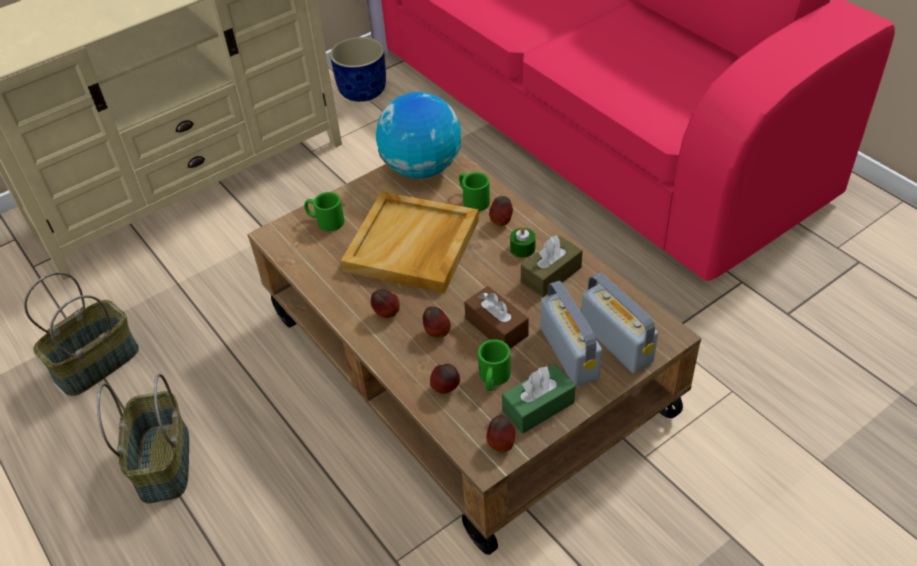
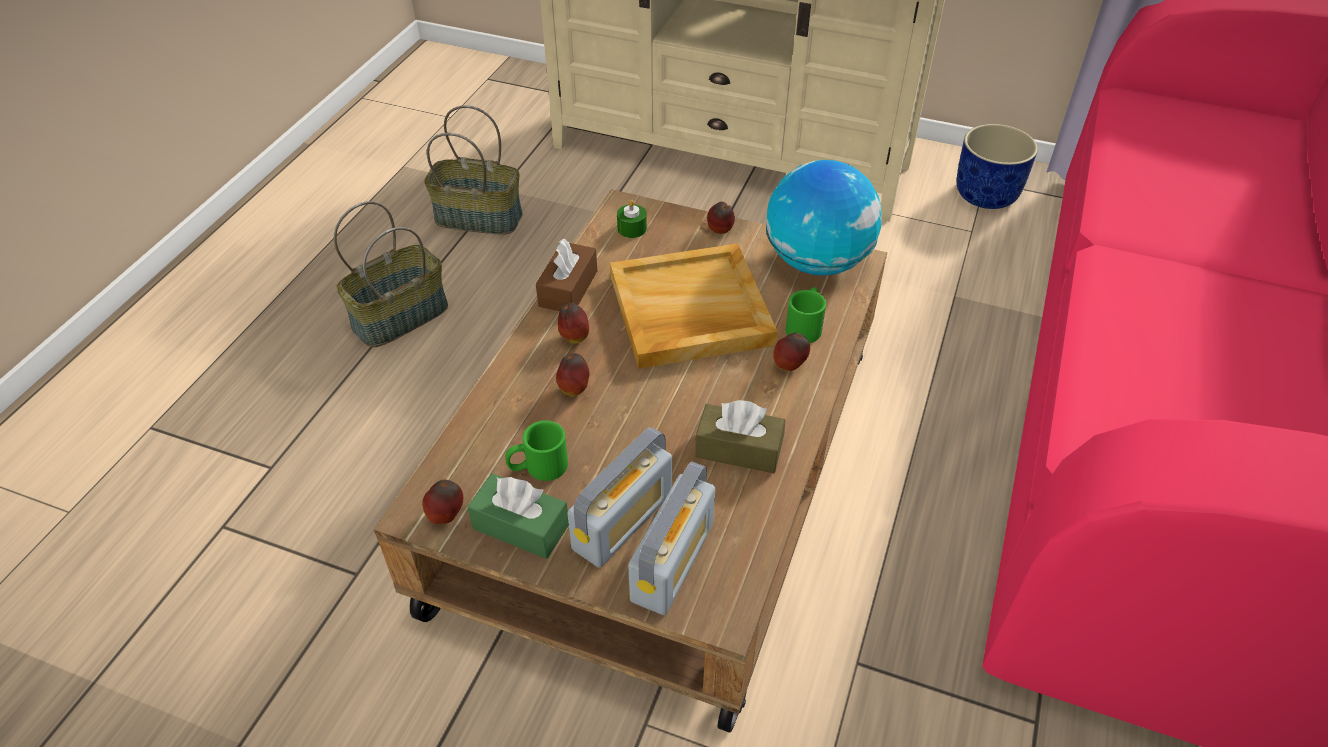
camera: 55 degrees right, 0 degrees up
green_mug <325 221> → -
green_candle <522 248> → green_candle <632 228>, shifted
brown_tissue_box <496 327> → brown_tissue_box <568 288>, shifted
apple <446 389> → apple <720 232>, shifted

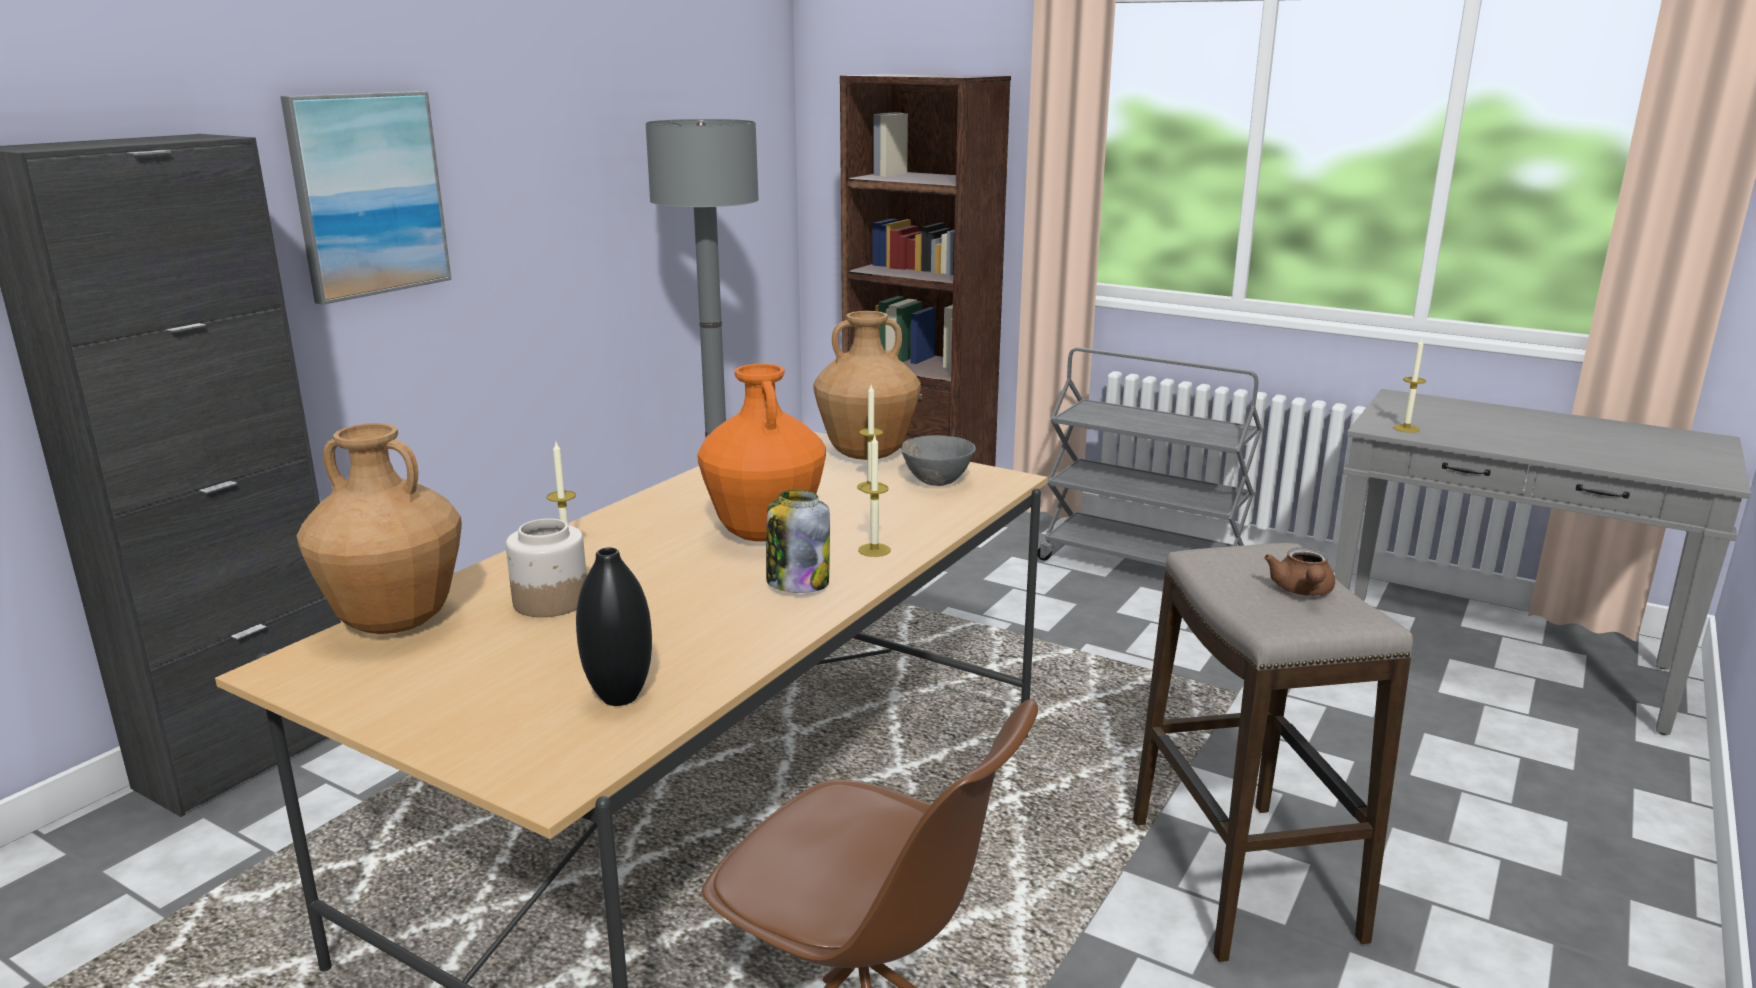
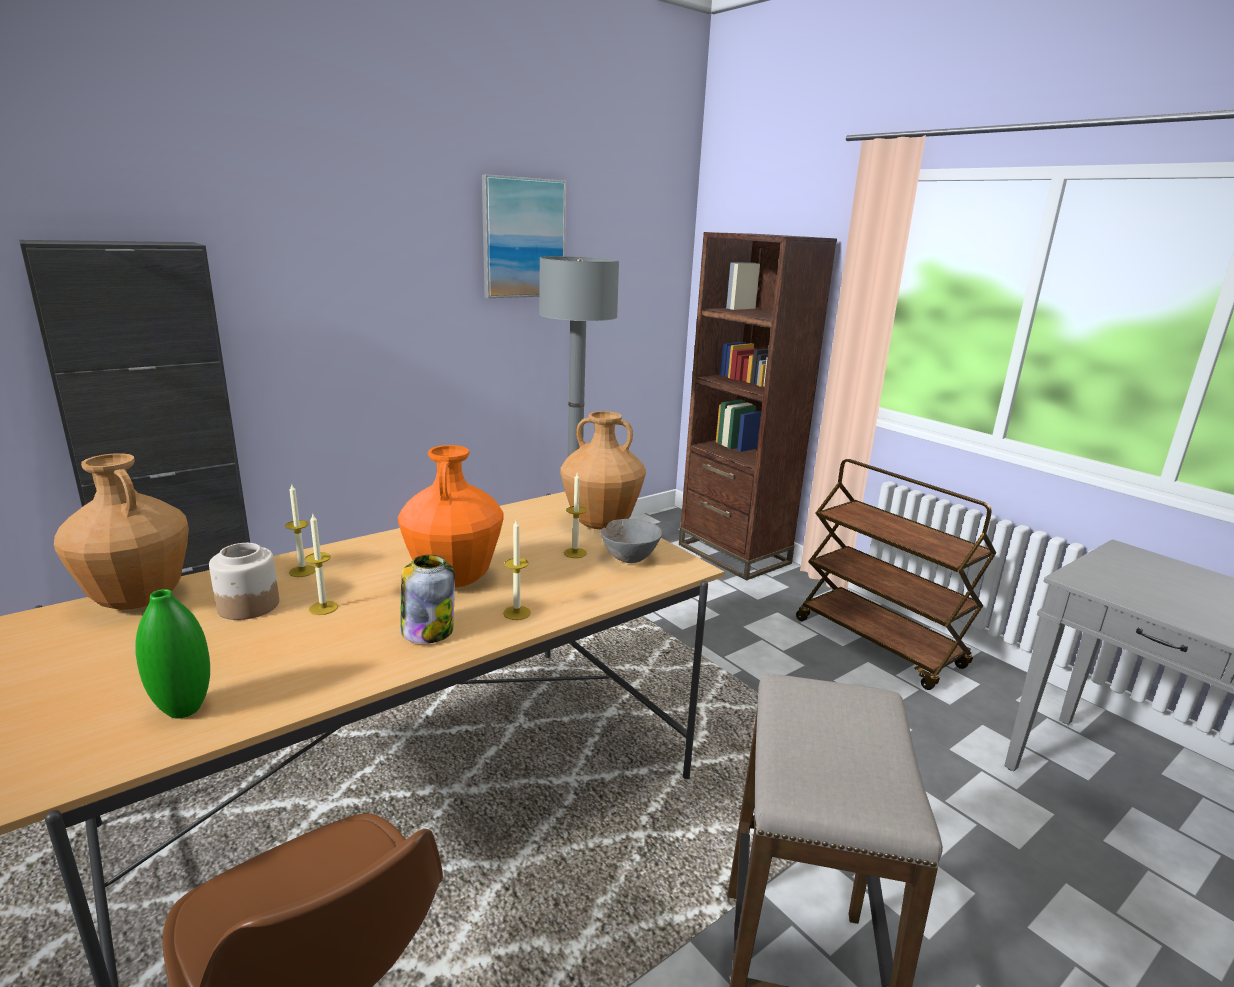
camera: 20 degrees right, 0 degrees up
picture <368 194> → picture <523 238>, shifted
candle <1406 428> → candle <323 608>, shifted
grey_cart <1142 566> → brown_cart <879 643>
black_vase <619 697> → green_vase <184 709>
brown_teapot <1302 591> → -

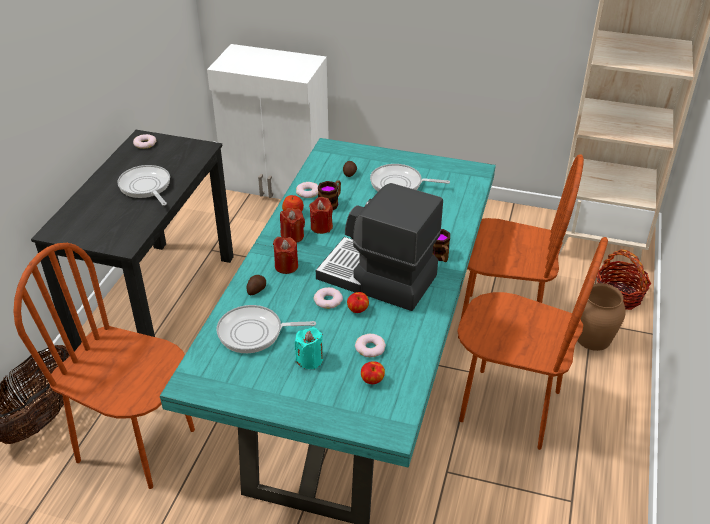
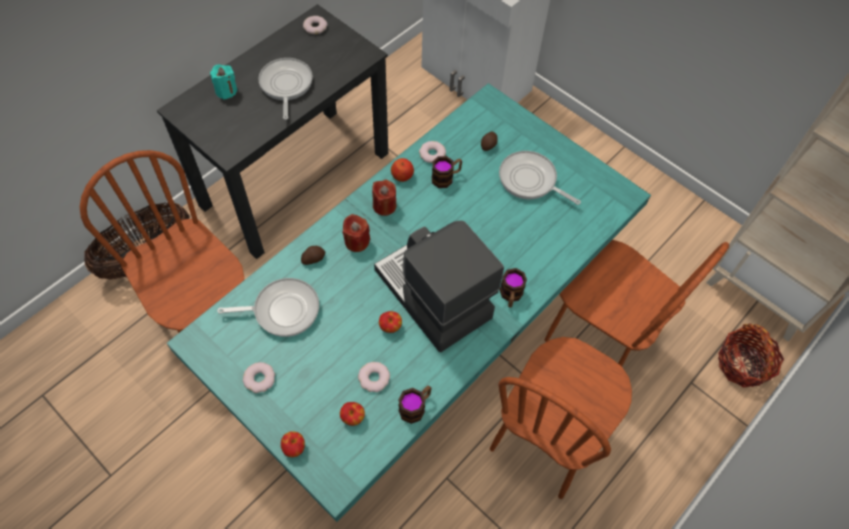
camera: 25 degrees right, 20 degrees up
red_candle <321 227> → -
brown_chair <510 407> → brown_chair <546 439>, 75 degrees clockwise
brown_vase <593 338> → -
donut <328 300> → donut <260 379>, shifted
frying_pan <254 333> → frying_pan <282 310>, 150 degrees clockwise
turquoise_candle <310 359> → turquoise_candle <226 91>, shifted
- → mug <416 407>
- → apple <294 447>

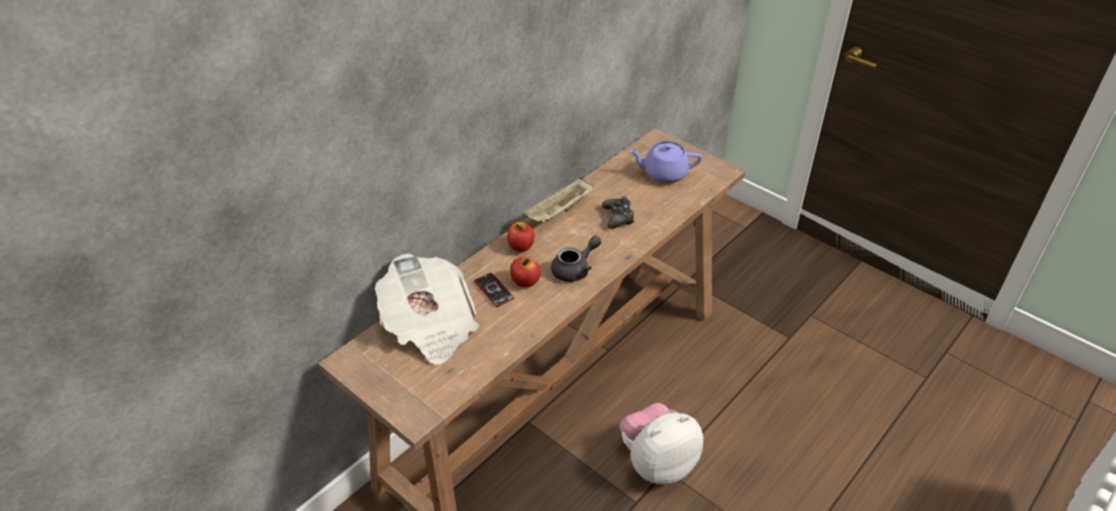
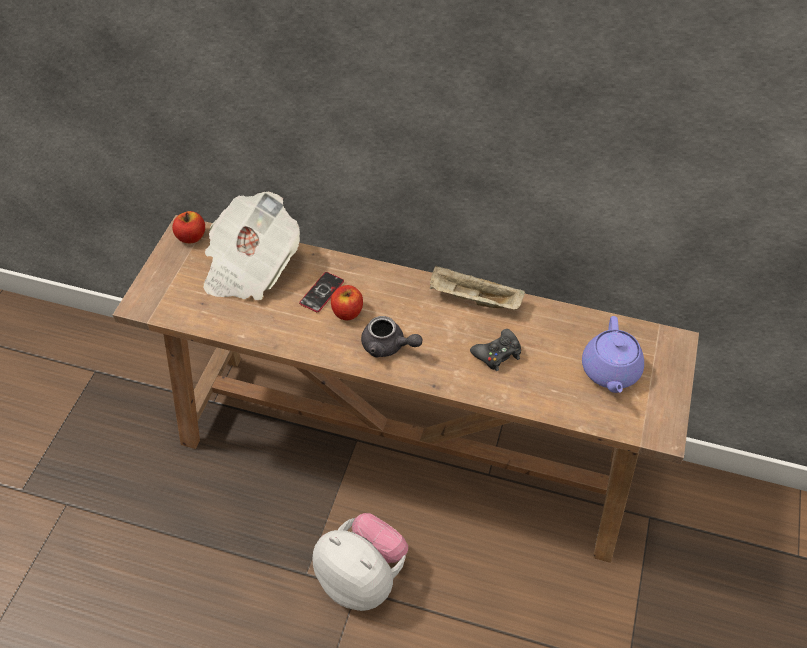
camera: 65 degrees right, 10 degrees up
purple_teapot <664 173> → purple_teapot <610 371>, 150 degrees counterclockwise
apple <521 246> → apple <191 237>, shifted

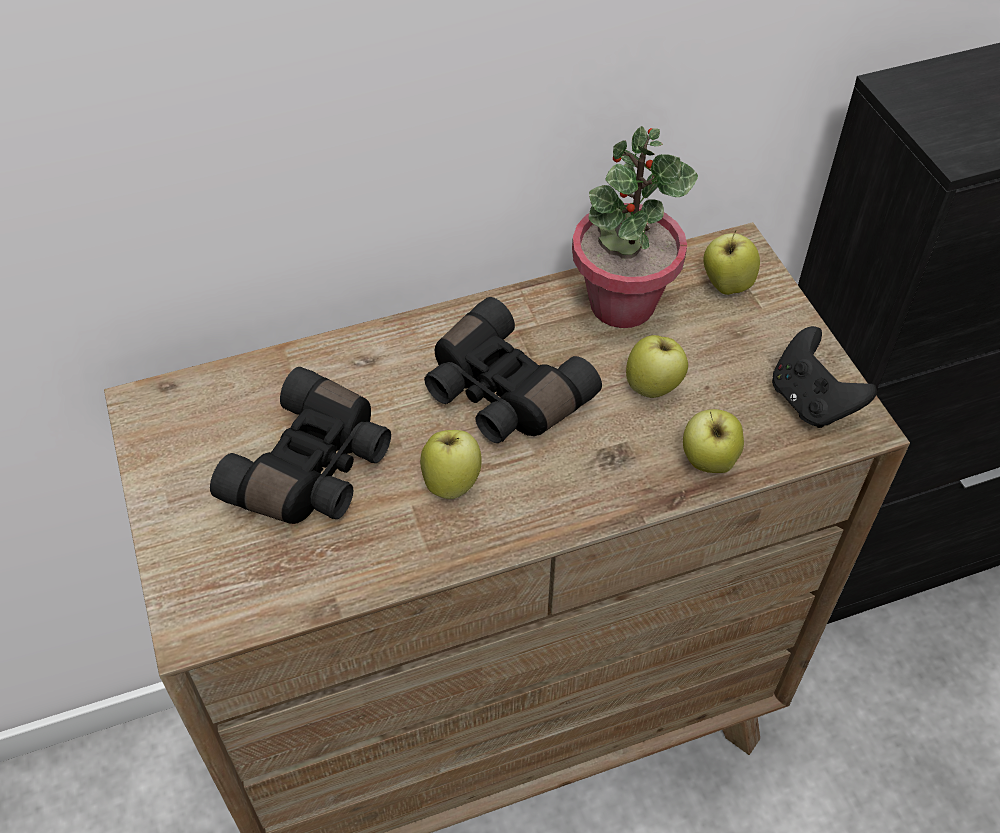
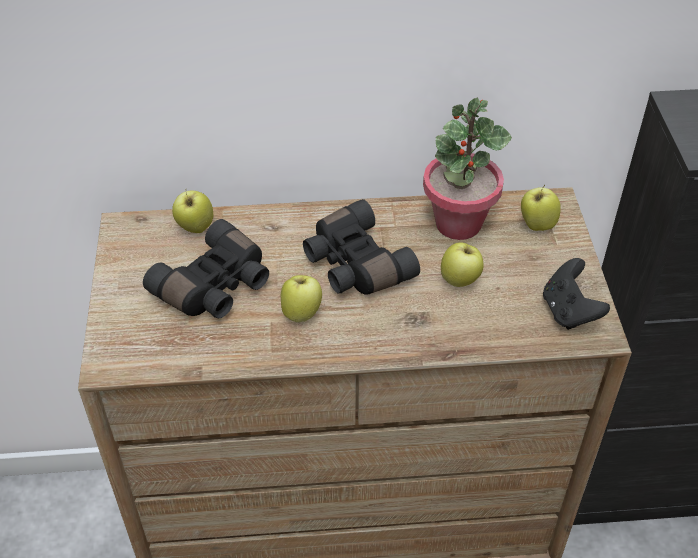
camera: 15 degrees right, 5 degrees down
apple <708 462> → apple <195 227>, shifted

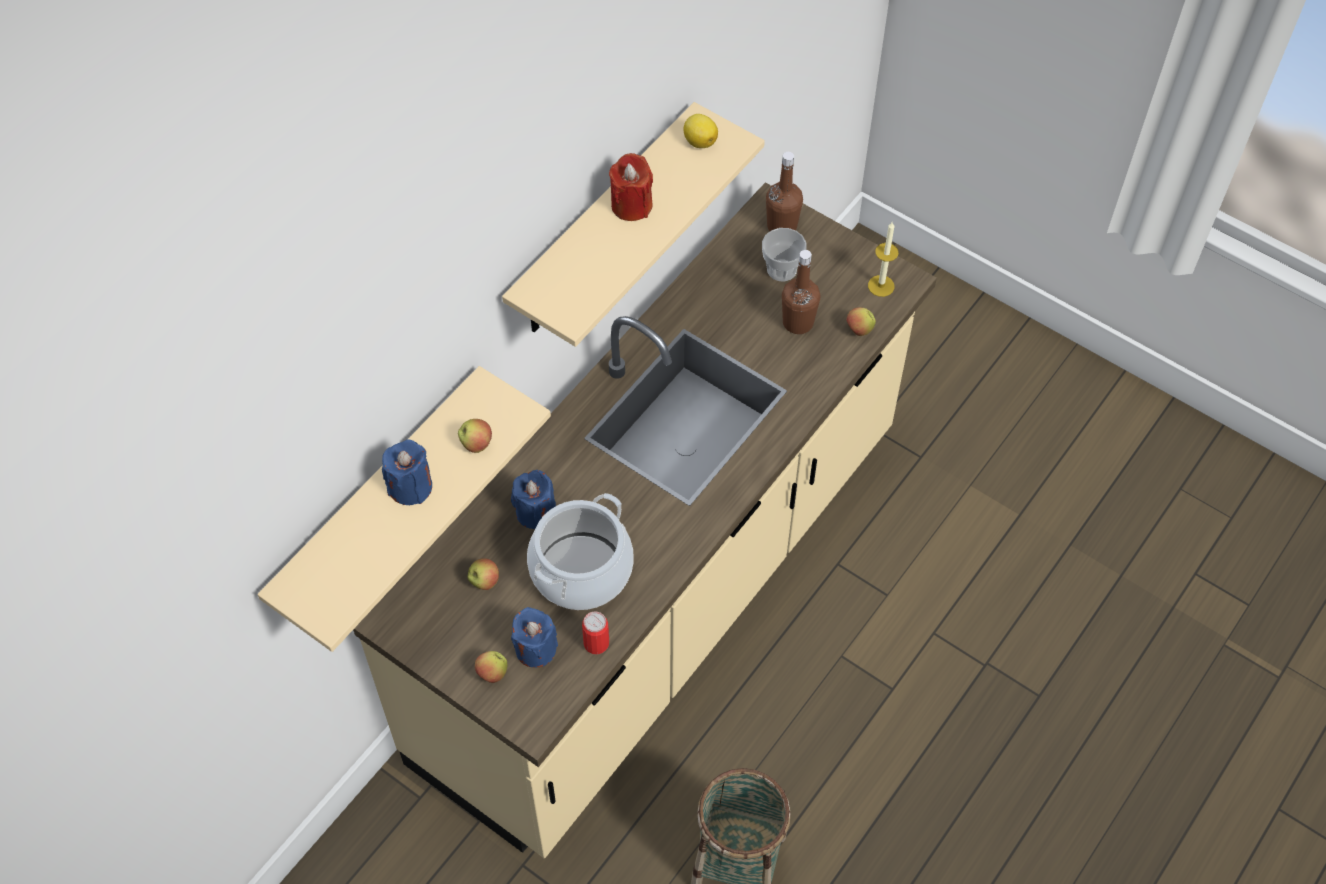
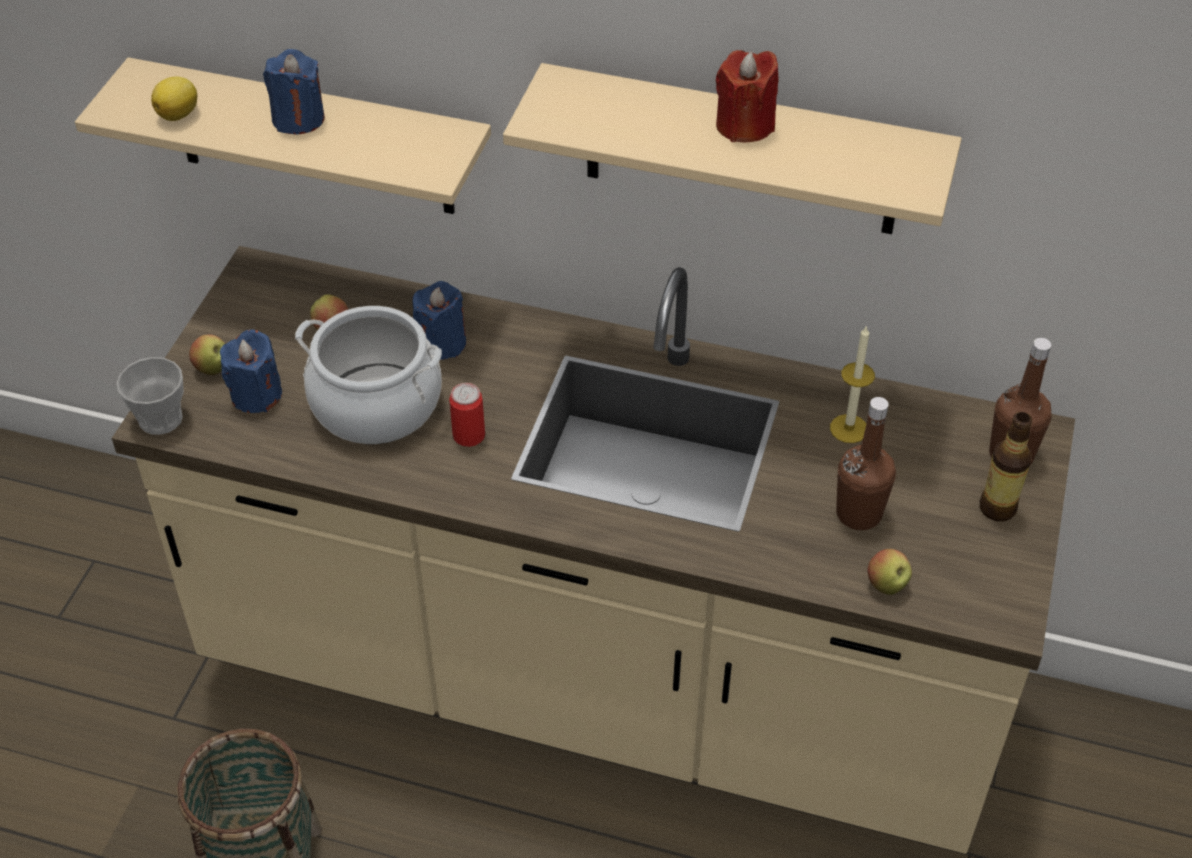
camera: 70 degrees right, 10 degrees down
lemon <699 141> → lemon <179 114>, shifted
candle <881 286> → candle <849 428>, shifted
cup <781 269> → cup <160 419>, shifted
apple <476 444> → -
can <596 643> → can <469 435>, shifted
- → bottle <997 508>

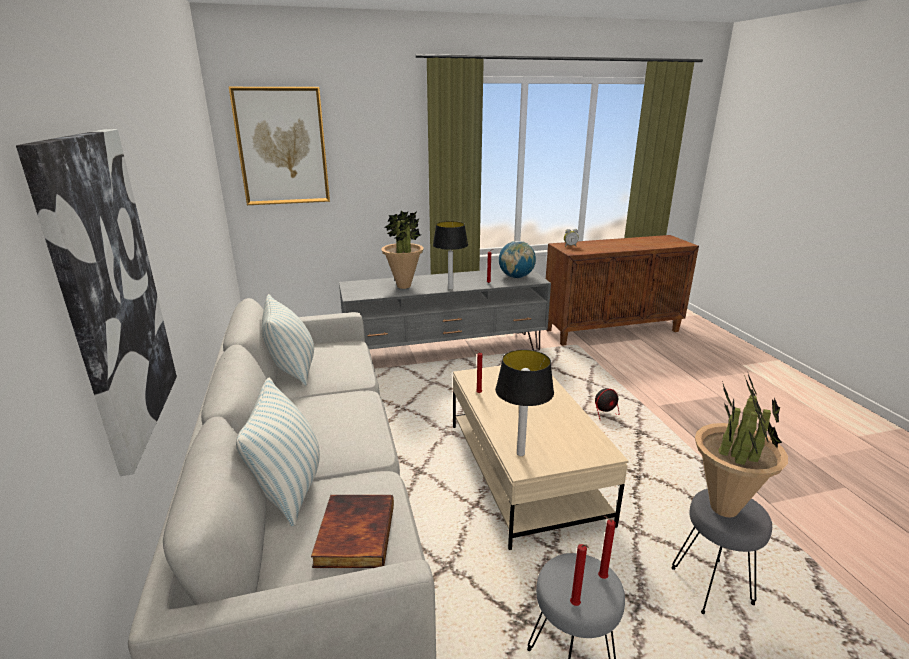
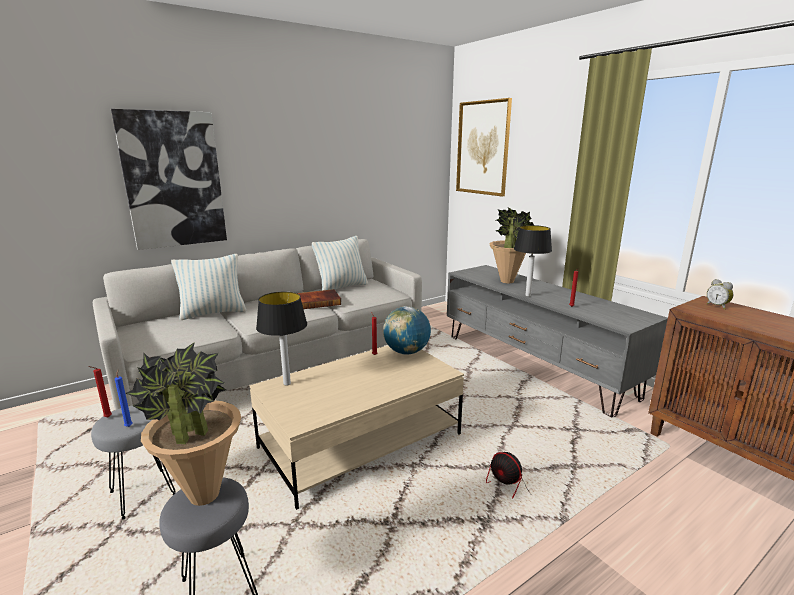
camera: 70 degrees right, 5 degrees down
globe <516 277> → globe <406 352>, shifted
book <353 533> → book <318 301>, shifted
red_candle <601 577> → blue_candle <129 426>

